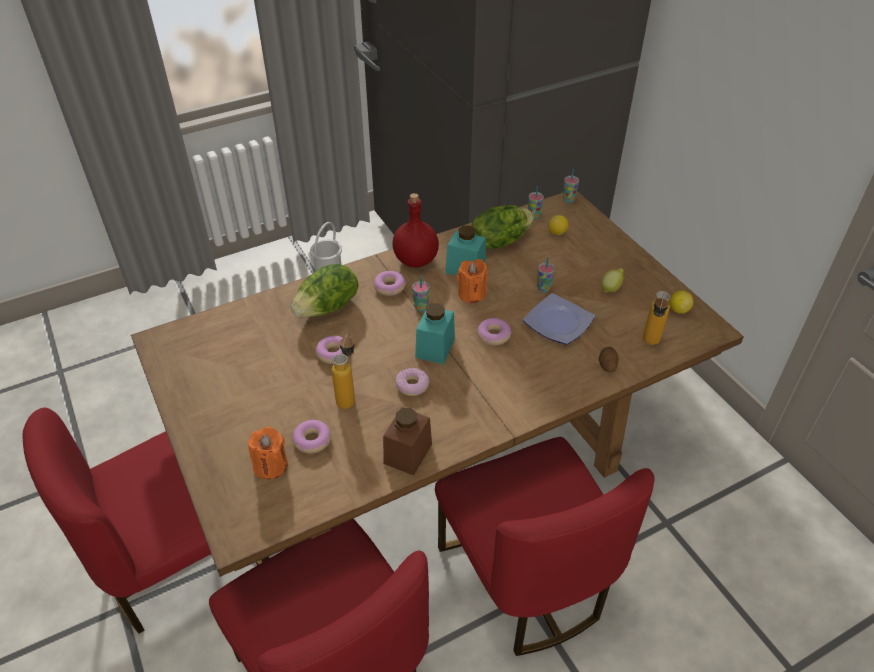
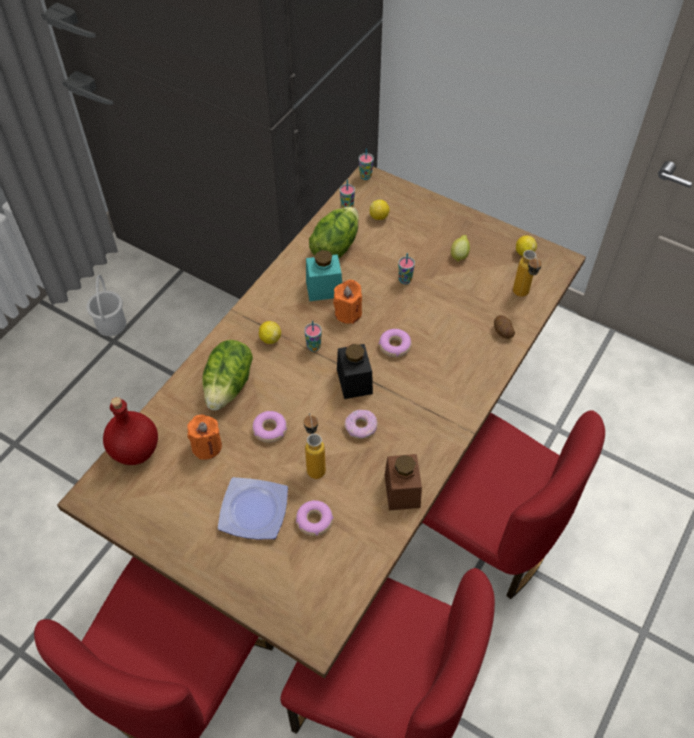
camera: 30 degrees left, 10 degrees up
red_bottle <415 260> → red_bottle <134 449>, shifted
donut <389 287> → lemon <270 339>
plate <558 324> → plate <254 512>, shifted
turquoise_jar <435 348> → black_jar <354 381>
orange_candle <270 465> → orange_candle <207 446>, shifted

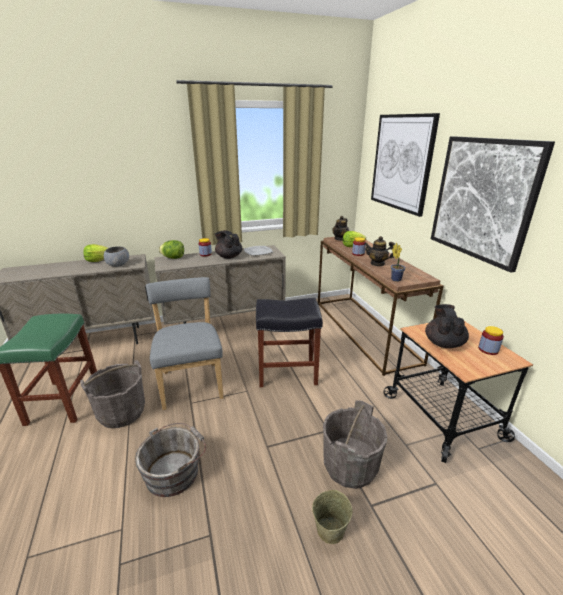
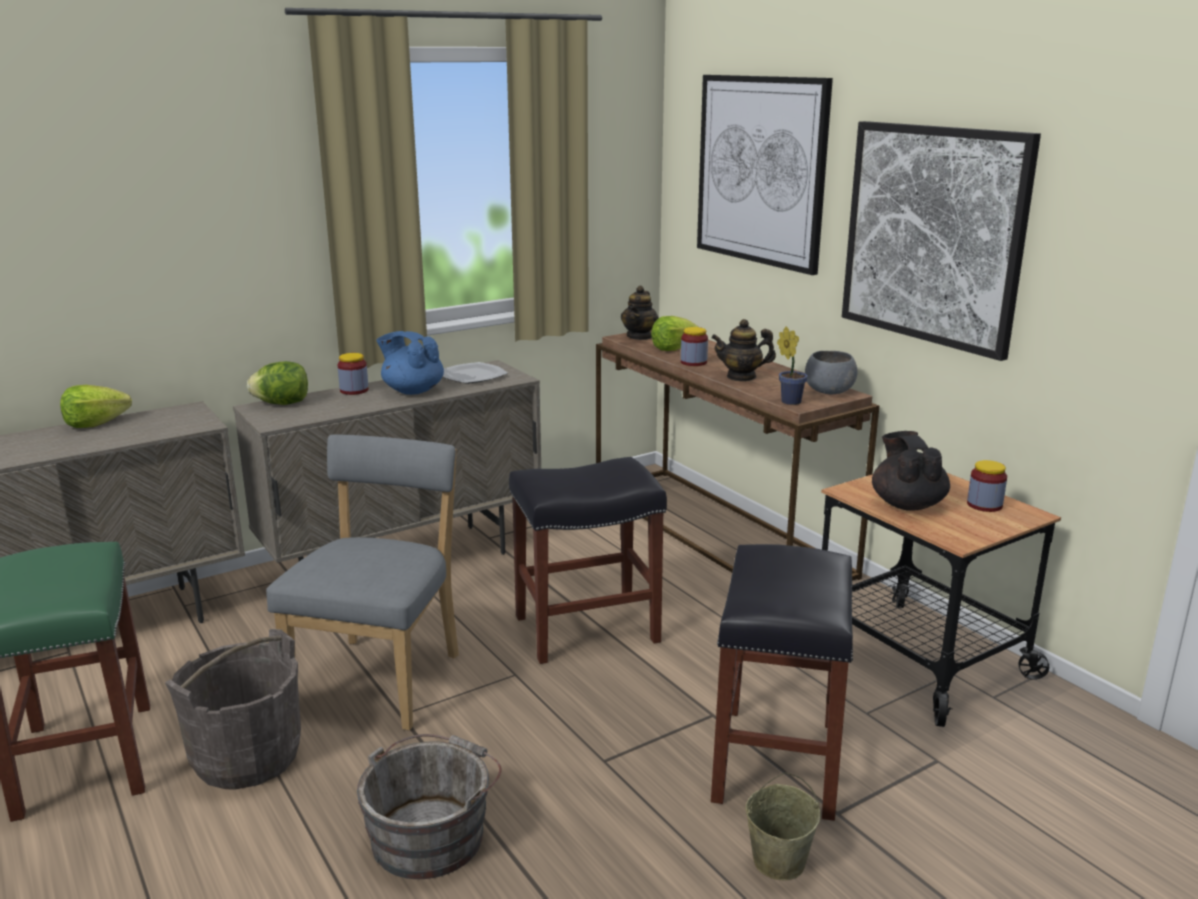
camera: 15 degrees left, 5 degrees down
black_teapot <228 256> → blue_teapot <412 391>
grey_bowl <117 265> → grey_bowl <828 391>, shifted
grey_chair <191 382> → grey_chair <382 678>, 45 degrees clockwise
grey_bucket <350 466> → black_stool <778 763>

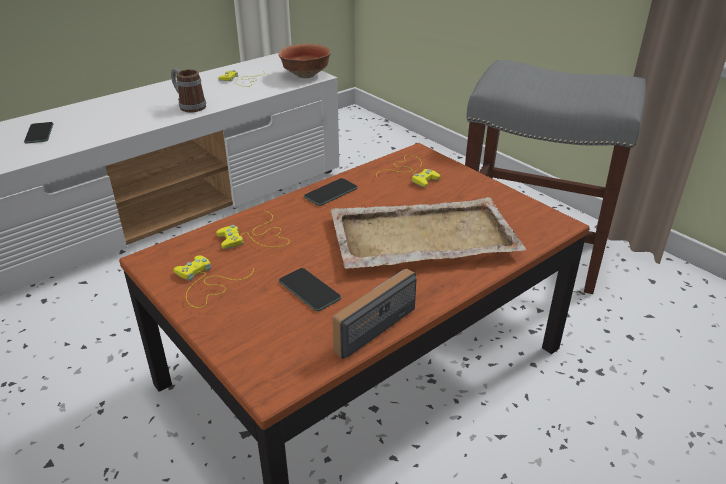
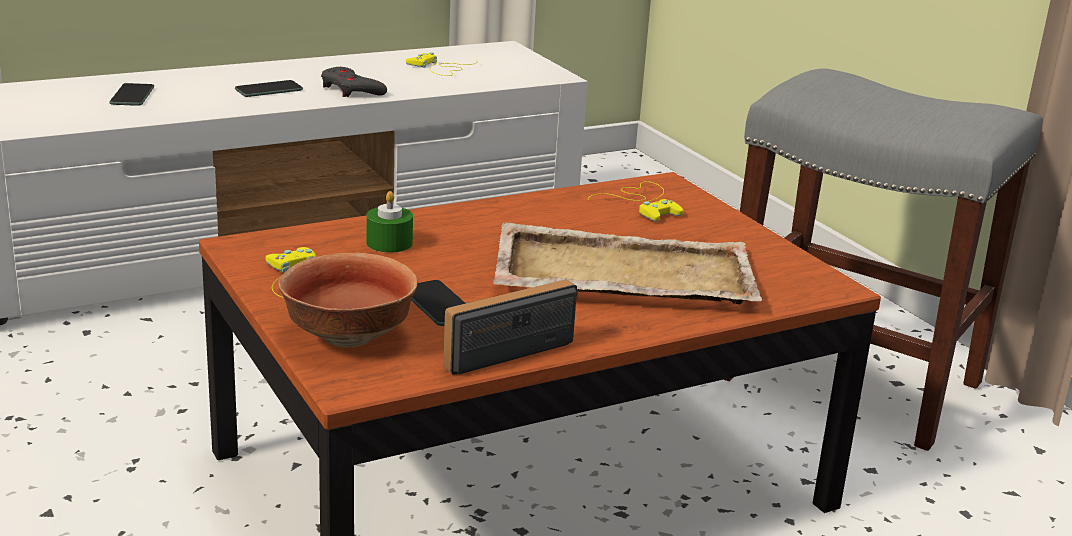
camera: 10 degrees right, 10 degrees down
bowl <305 75> → bowl <347 338>, shifted
mug <189 106> → grey_game_controller <351 89>
phone <331 193> → phone <269 90>, shifted
yellow_game_controller <256 237> → green_candle <389 243>

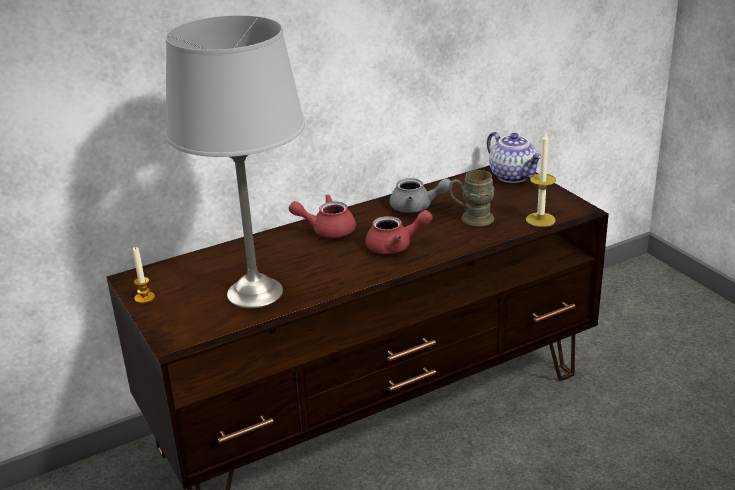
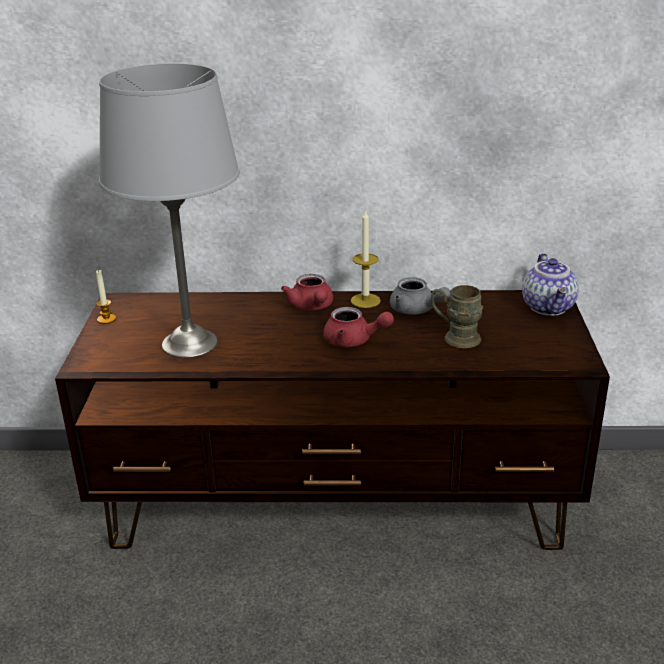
camera: 30 degrees right, 0 degrees up
candle <540 220> → candle <365 300>, shifted
red_teapot <327 230> → red_teapot <312 307>, 135 degrees counterclockwise

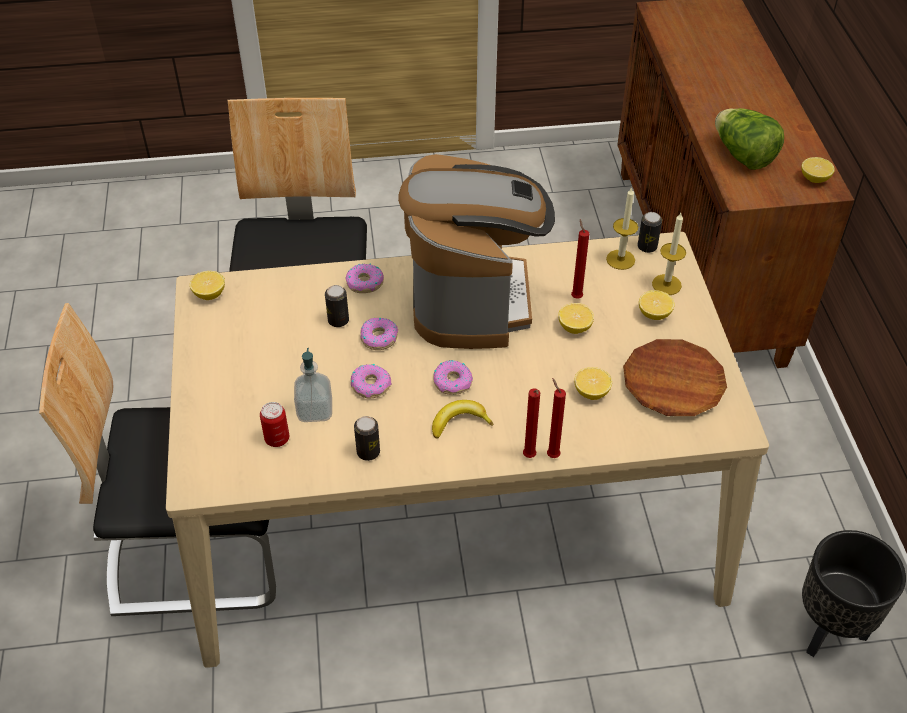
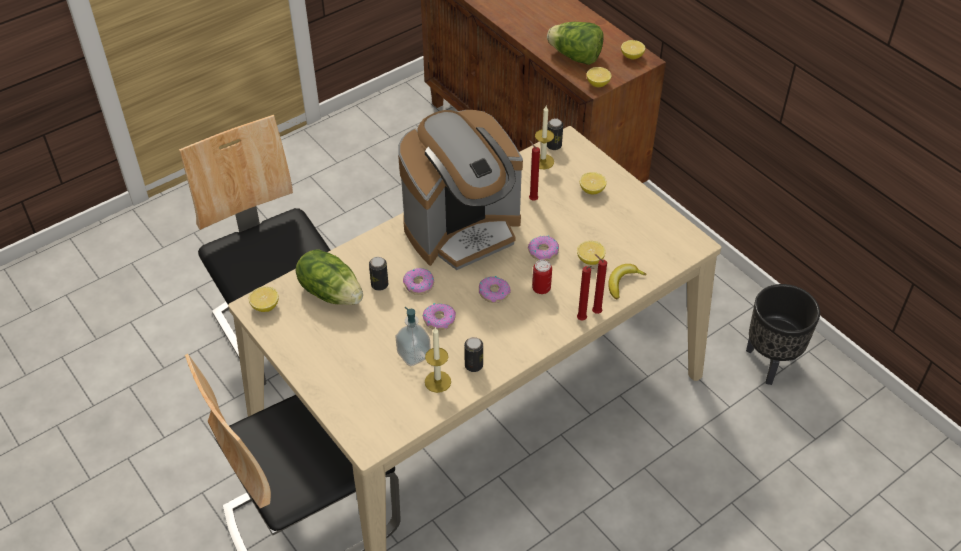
camera: 30 degrees left, 0 degrees up
coffee_machine <472 299> → coffee_machine <463 230>, 90 degrees clockwise
candle <666 284> → candle <437 381>, shifted
donut <364 283> → donut <543 252>, shifted
lemon <574 327> → lemon <598 84>, shifted
brown_plate <673 383> → -
banana <459 422> → banana <622 282>, shifted
can <277 439> → can <541 288>, shifted
- → lettuce <331 292>

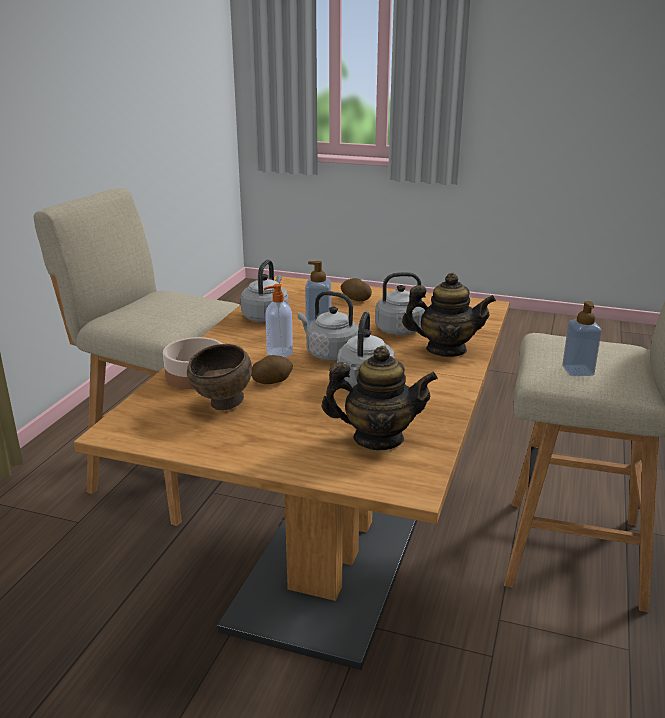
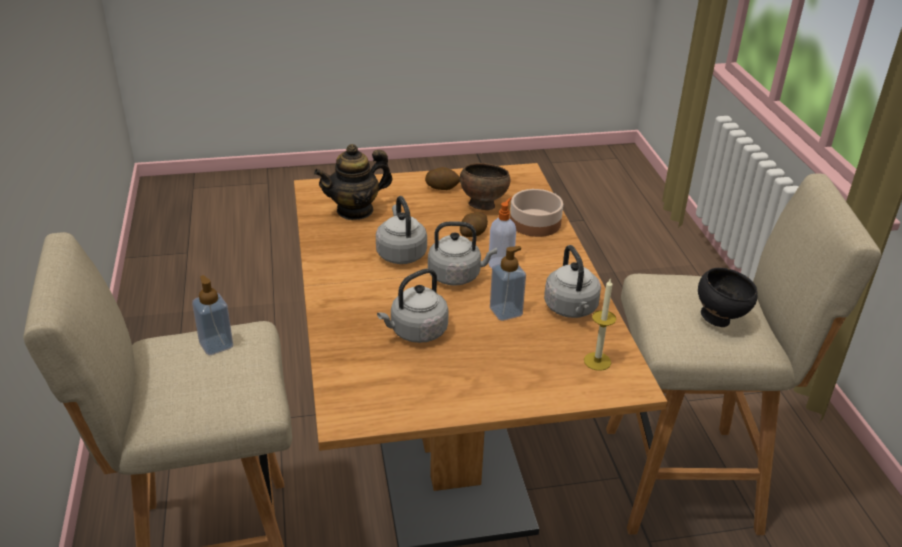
camera: 150 degrees right, 10 degrees up
teapot <446 350> → -
potato <355 299> → potato <442 187>, shifted
- → black_bowl <719 319>
- → candle <597 361>

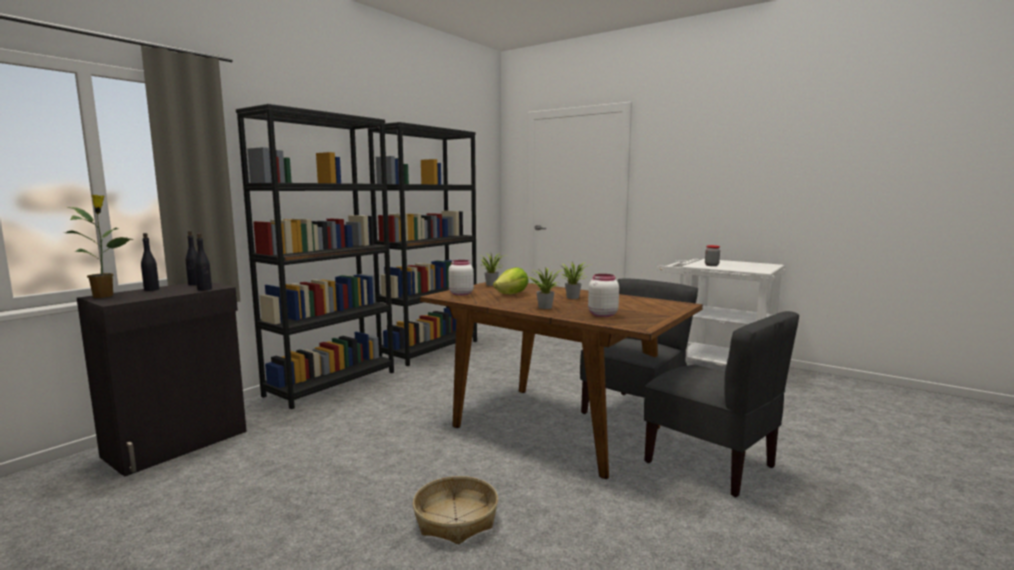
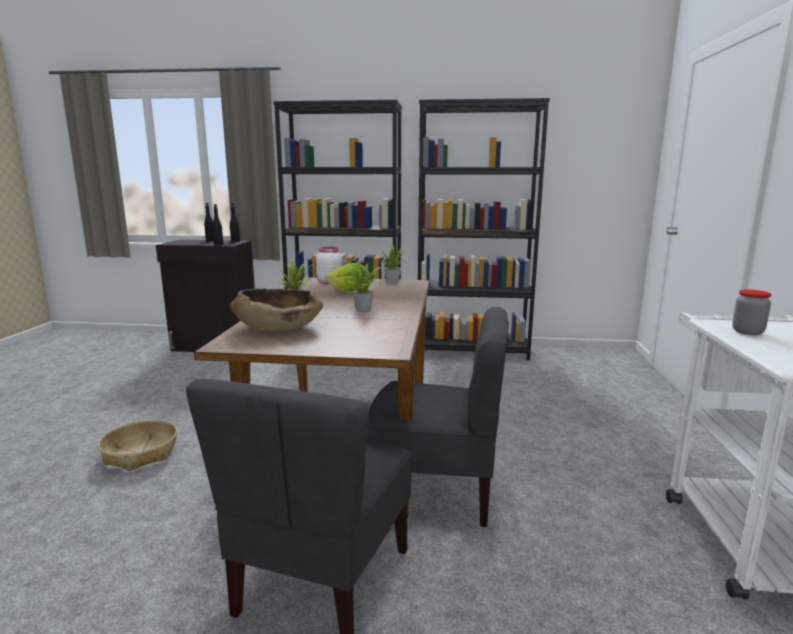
camera: 60 degrees right, 5 degrees up
potted_plant <104 296> → -
white_jar <602 314> → brown_bowl <278 327>

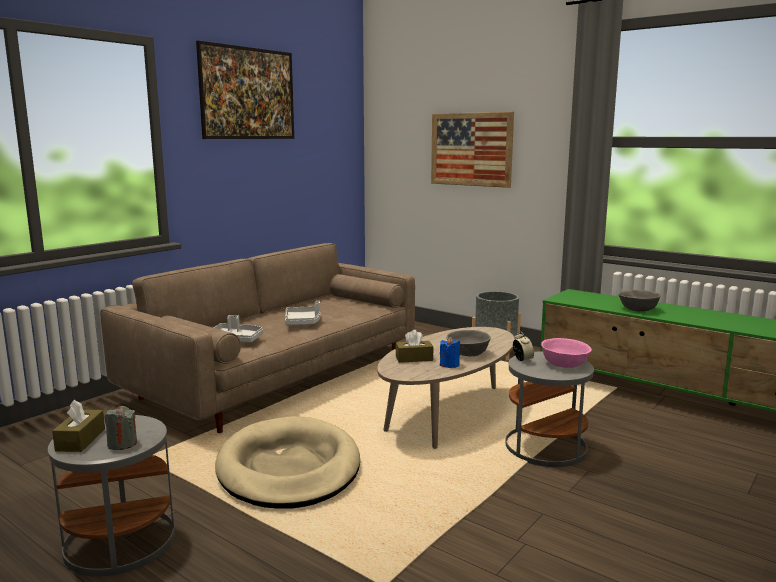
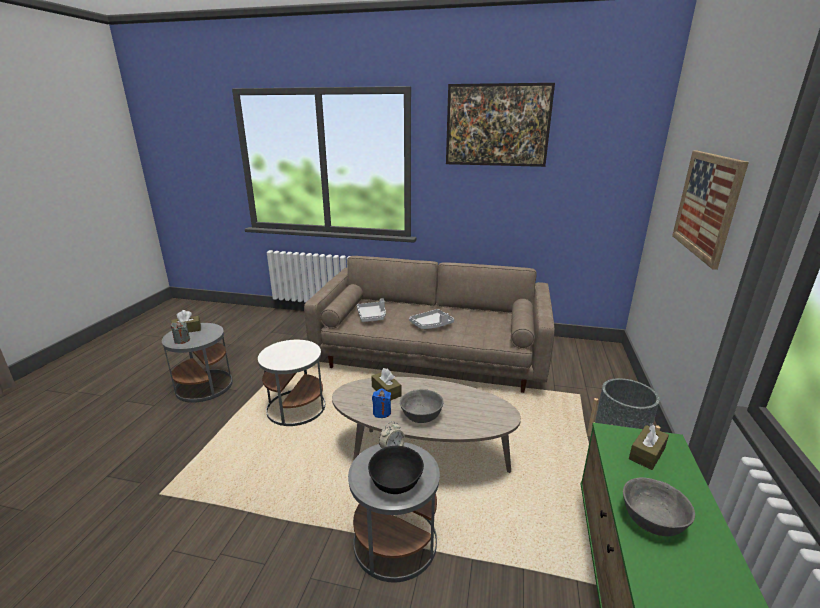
camera: 65 degrees right, 10 degrees up
pink_bowl <565 364> → black_bowl <396 482>
beige_dog_bed <289 468> → white_side_table <296 408>
- → brown_tissue_box <646 453>

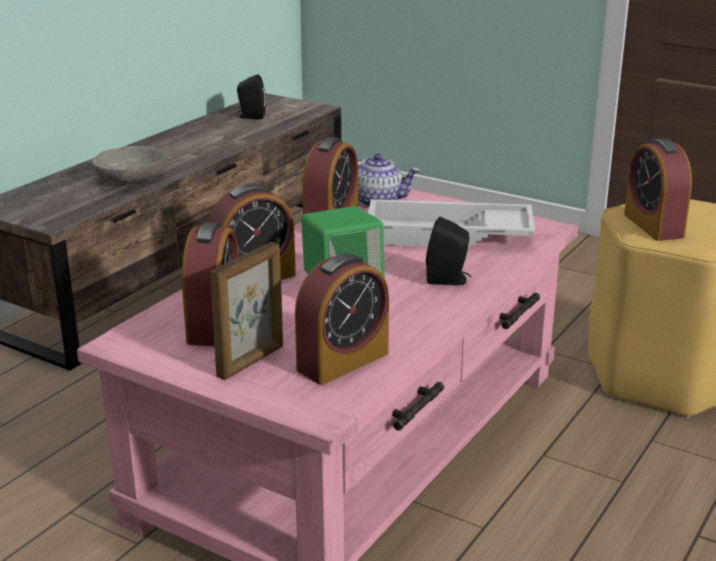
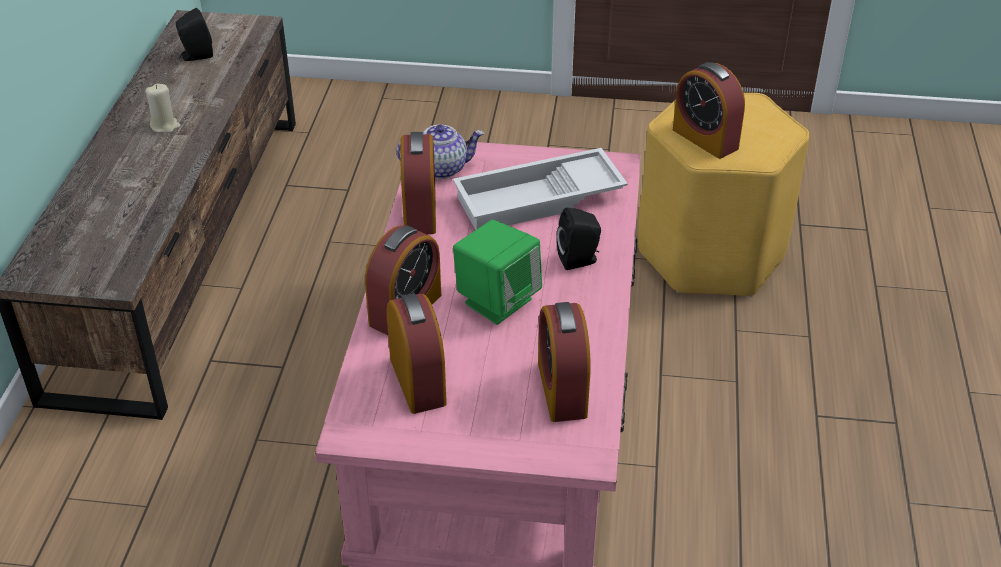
camera: 25 degrees left, 15 degrees up
grey_bowl <131 179> → -
picture_frame <251 361> → -
alarm_clock <343 361> → alarm_clock <562 389>, 150 degrees clockwise
- → beige_candle <165 126>

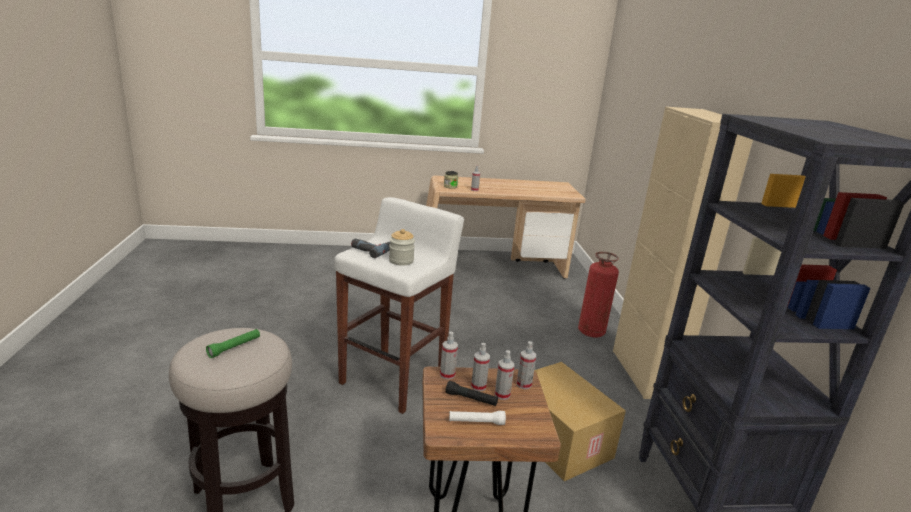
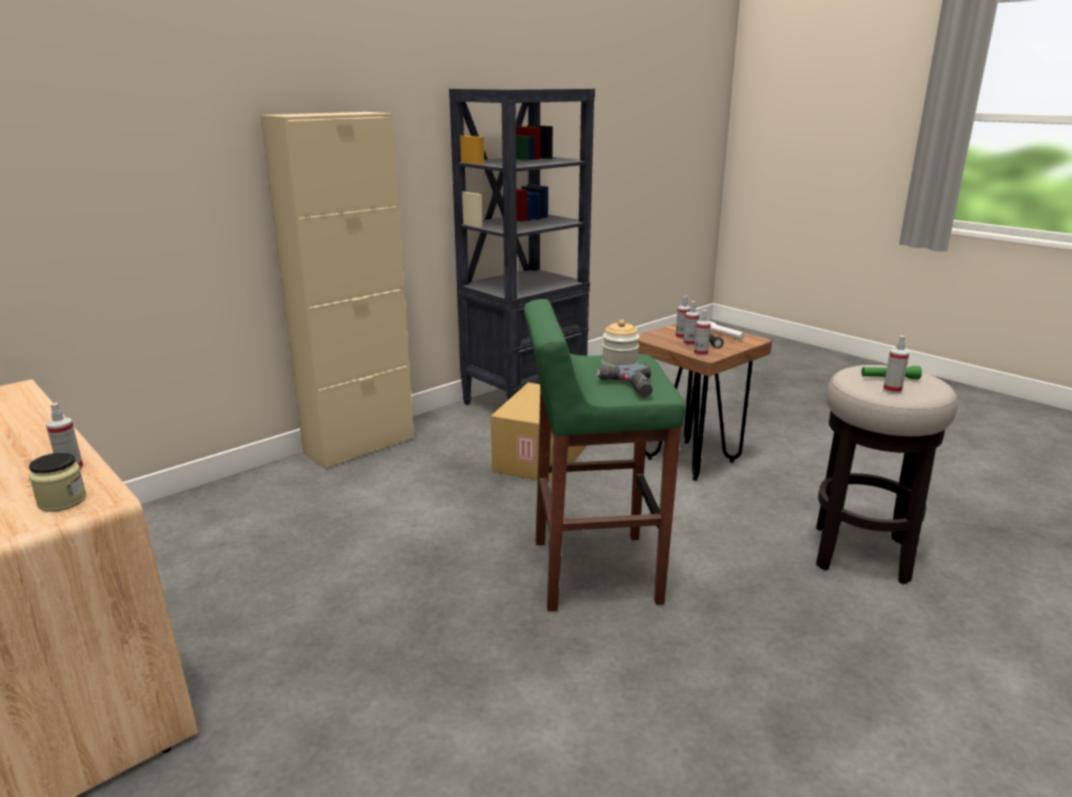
camera: 125 degrees left, 0 degrees up
white_stool <394 380> → green_stool <593 571>
fire_extinguisher <591 332> → -
spray_bottle <524 384> → spray_bottle <892 390>, shifted

